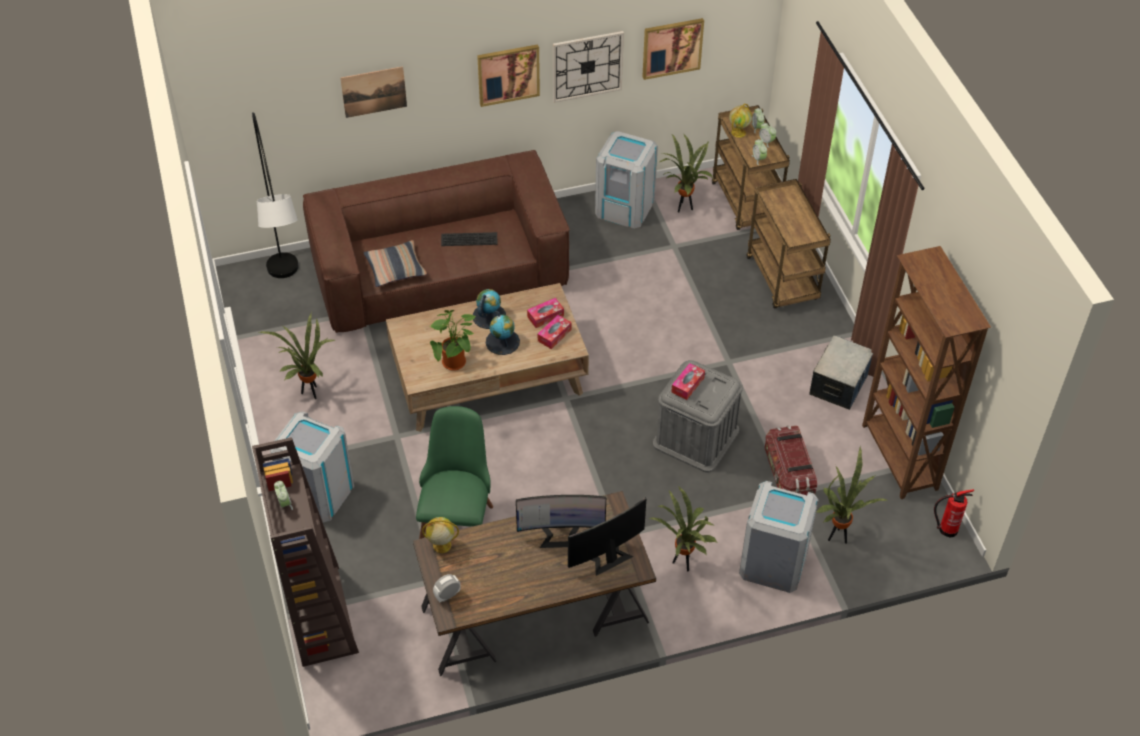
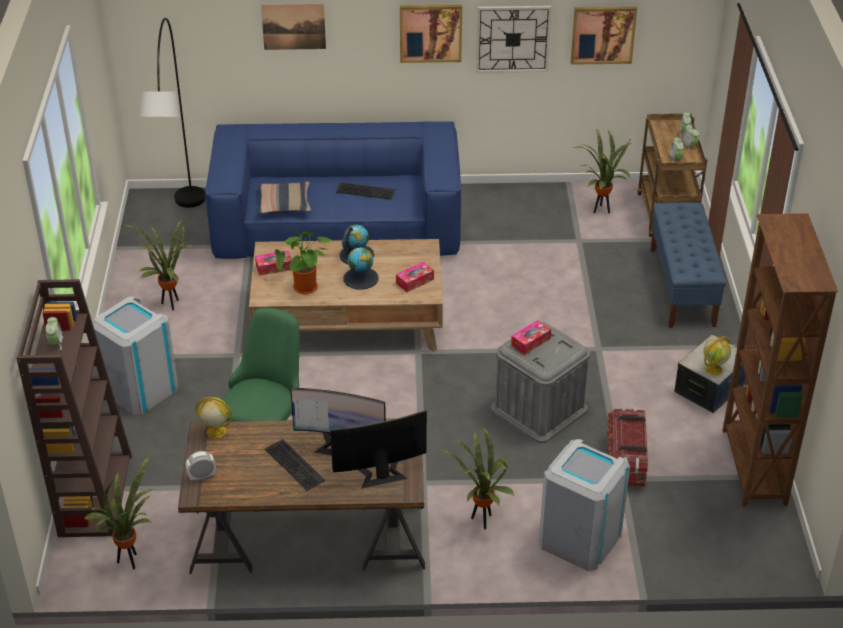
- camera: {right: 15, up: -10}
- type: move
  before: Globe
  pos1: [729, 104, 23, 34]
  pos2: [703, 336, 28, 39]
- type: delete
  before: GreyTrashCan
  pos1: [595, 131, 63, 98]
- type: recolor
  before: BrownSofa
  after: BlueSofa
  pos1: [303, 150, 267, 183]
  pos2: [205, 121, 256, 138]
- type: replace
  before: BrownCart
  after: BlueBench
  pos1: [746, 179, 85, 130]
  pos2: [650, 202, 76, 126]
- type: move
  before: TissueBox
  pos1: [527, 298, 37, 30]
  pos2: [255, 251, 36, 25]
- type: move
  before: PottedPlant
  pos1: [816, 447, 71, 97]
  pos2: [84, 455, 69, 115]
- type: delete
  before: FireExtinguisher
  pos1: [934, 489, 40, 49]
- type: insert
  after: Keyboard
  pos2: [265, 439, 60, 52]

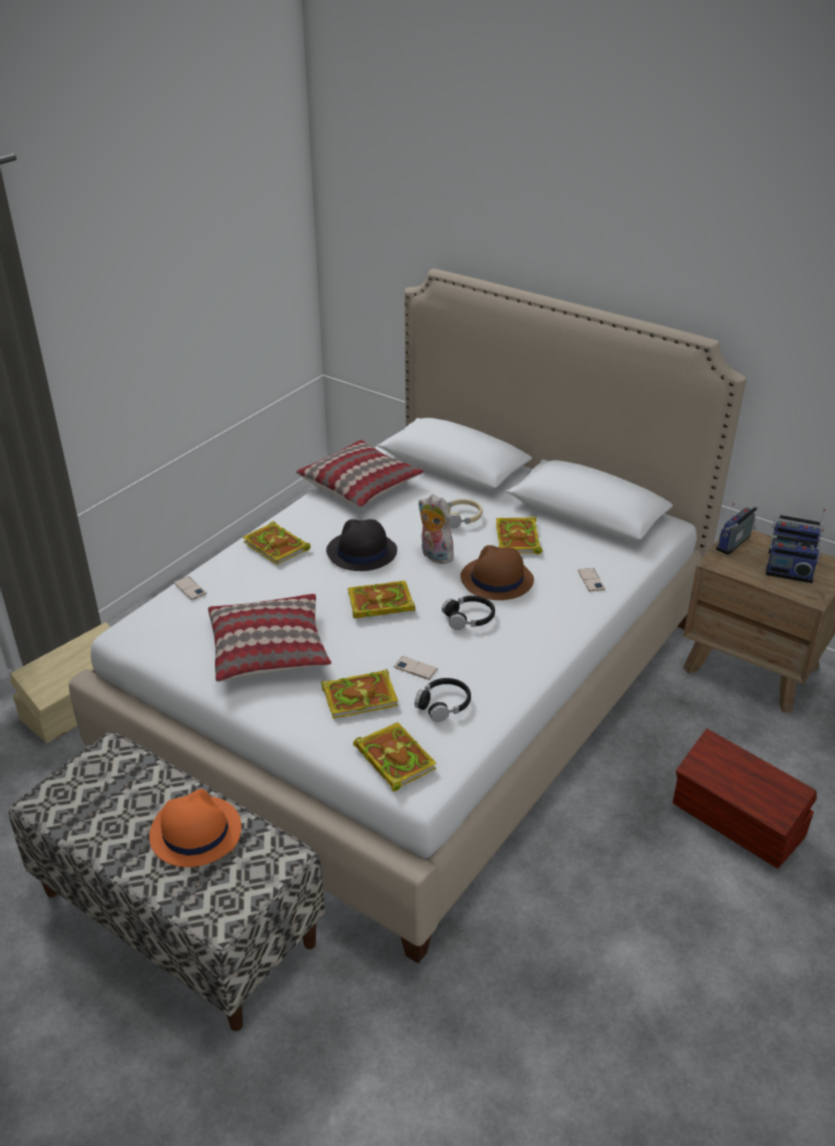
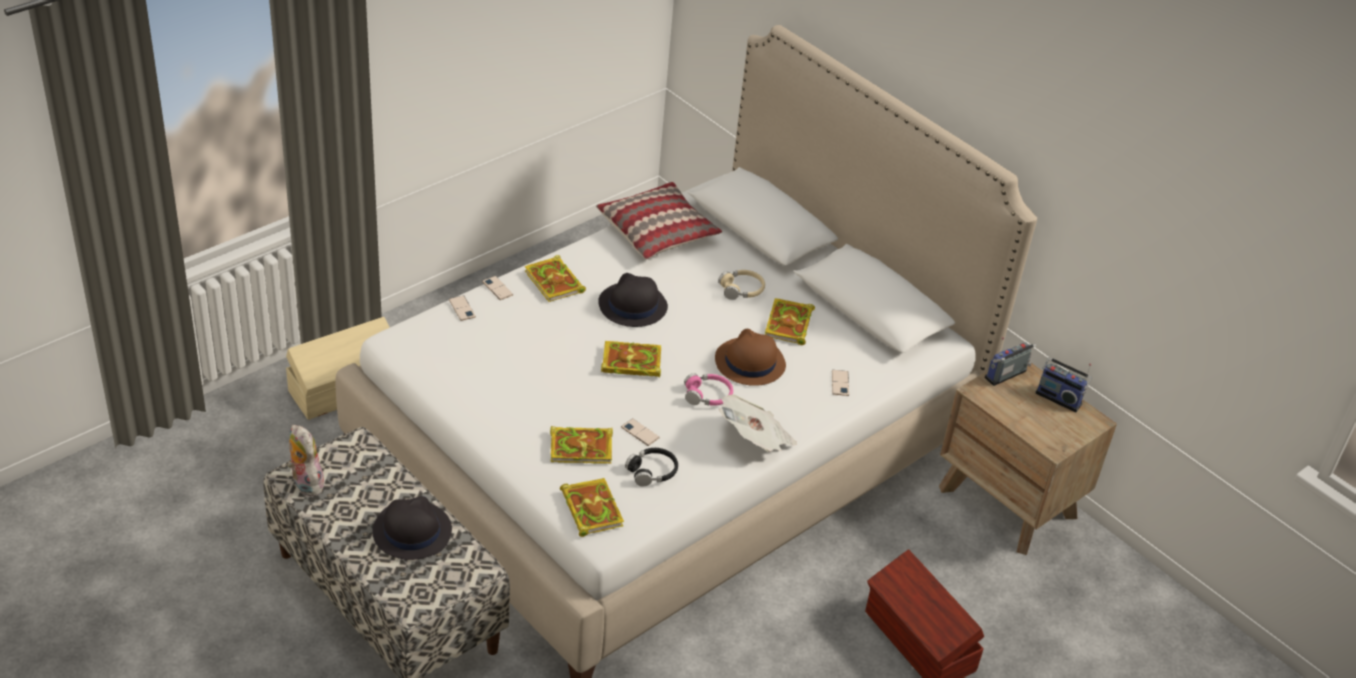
- camera: {right: 10, up: 5}
- type: move
  before: PlushToy
  pos1: [419, 494, 38, 70]
  pos2: [287, 425, 37, 71]
- type: delete
  before: Radio
  pos1: [765, 529, 59, 54]
- type: delete
  before: Pillow
  pos1: [208, 594, 123, 88]
- type: recolor
  before: BlackHeadphones
  after: PinkHeadphones
  pos1: [442, 596, 53, 34]
  pos2: [684, 373, 49, 33]
- type: recolor
  before: OrangeHat
  after: BlackHat
  pos1: [149, 789, 92, 78]
  pos2: [372, 496, 80, 64]
- type: insert
  after: Phone
  pos2: [482, 276, 31, 24]
- type: insert
  after: Newspaper
  pos2: [719, 395, 78, 57]

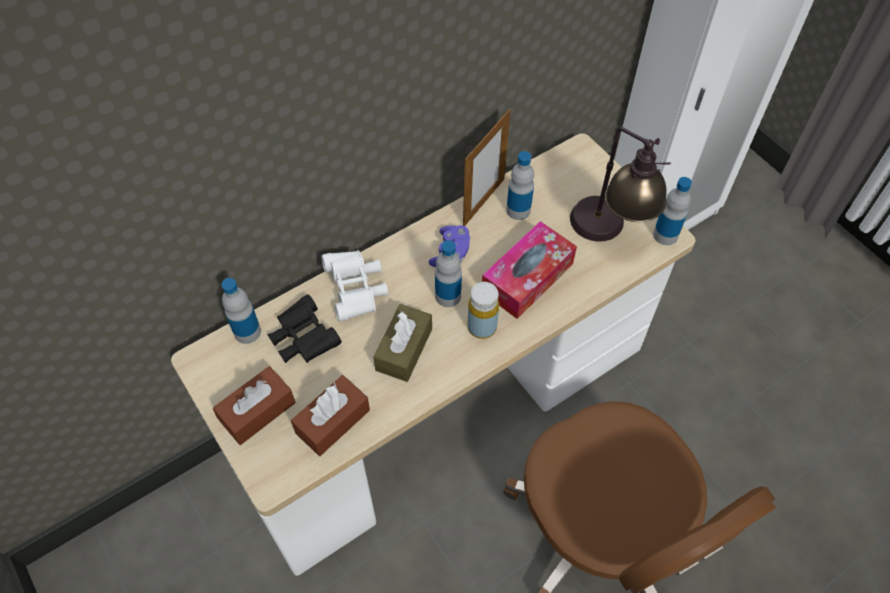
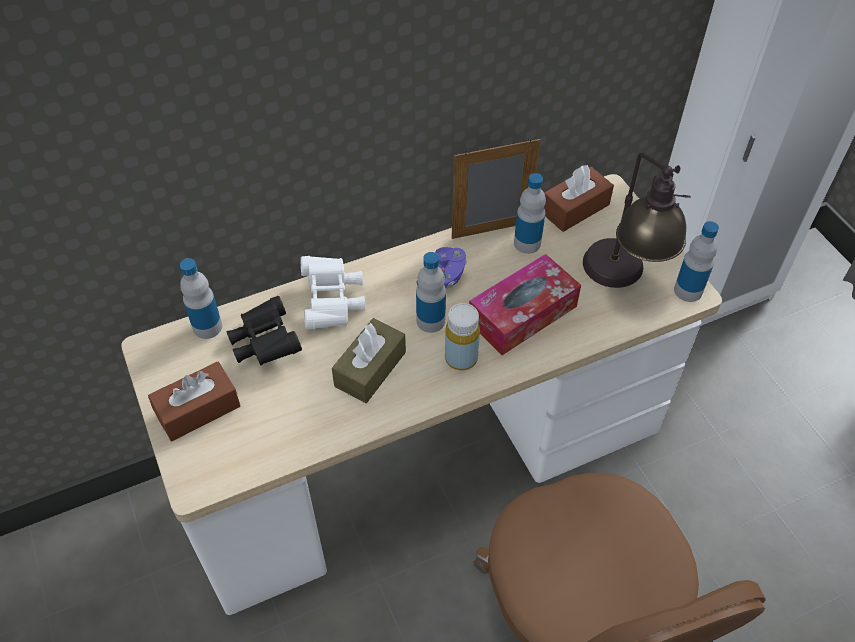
- camera: {right: 10, up: -5}
- type: rotate
  before: PictureFrame
  pos1: [463, 109, 48, 117]
  pos2: [452, 139, 88, 100]
  turn: -150
- type: move
  before: BrownTissueBox
  pos1: [291, 375, 79, 81]
  pos2: [544, 165, 70, 67]

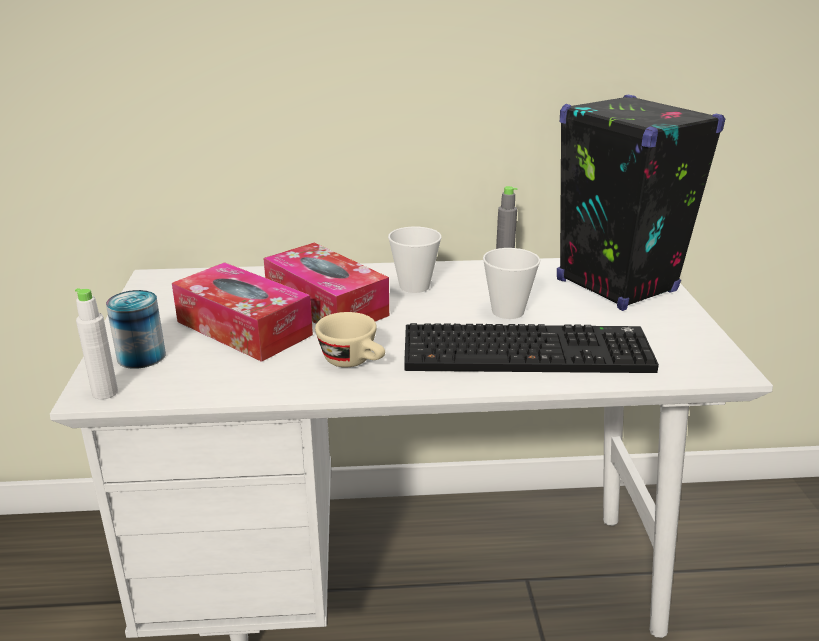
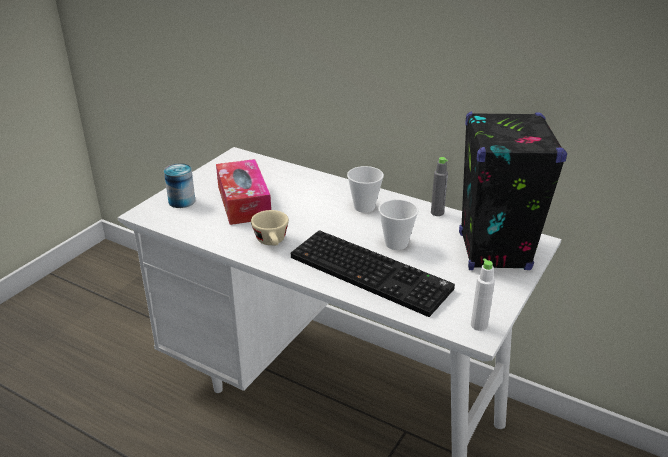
- camera: {right: 35, up: 5}
- type: delete
  before: TissueBox
  pos1: [263, 242, 126, 82]
- type: move
  before: WhiteBottle
  pos1: [75, 288, 43, 111]
  pos2: [471, 259, 24, 72]

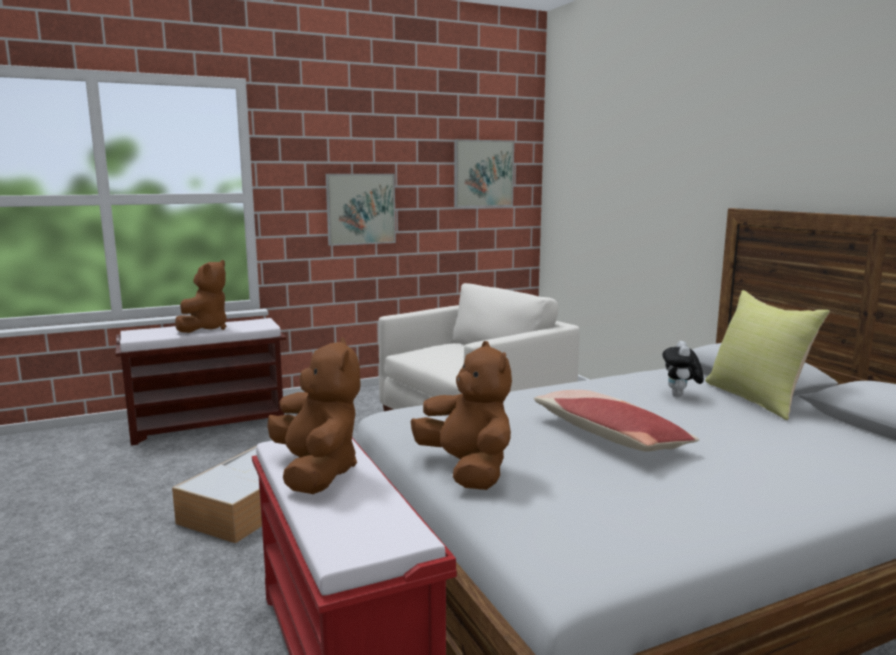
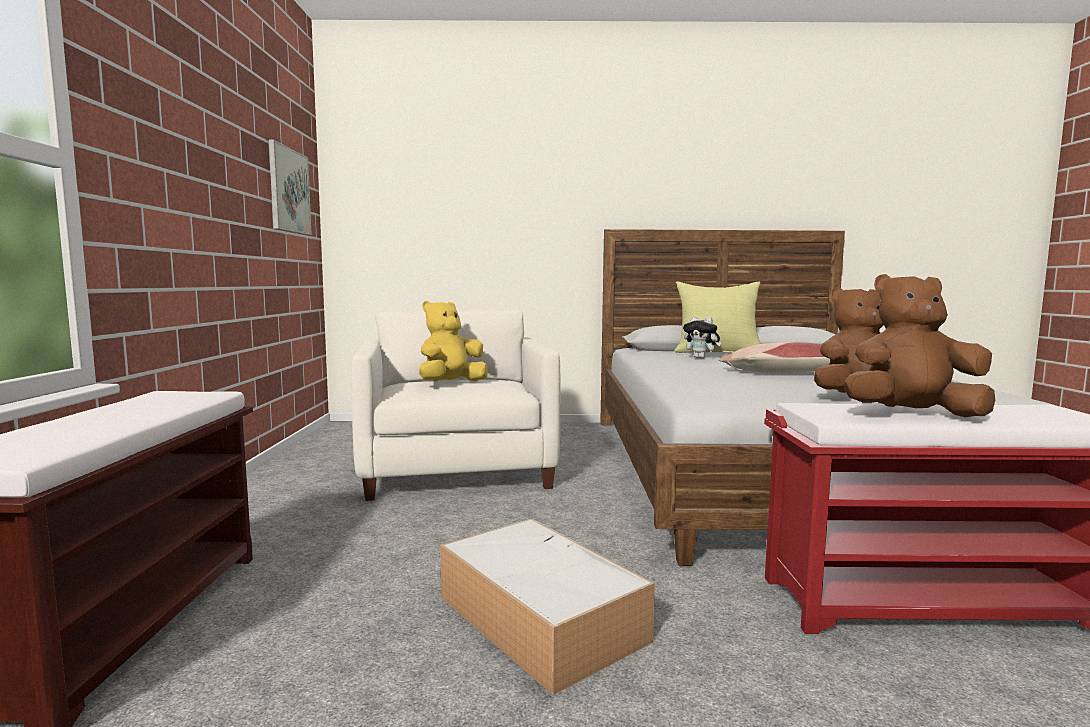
- camera: {right: -65, up: -5}
- type: delete
  before: Picture
  pos1: [326, 174, 70, 72]
- type: delete
  before: BrownPlushToy
  pos1: [175, 260, 51, 73]
- type: insert
  after: YellowPlushToy
  pos2: [419, 301, 69, 80]

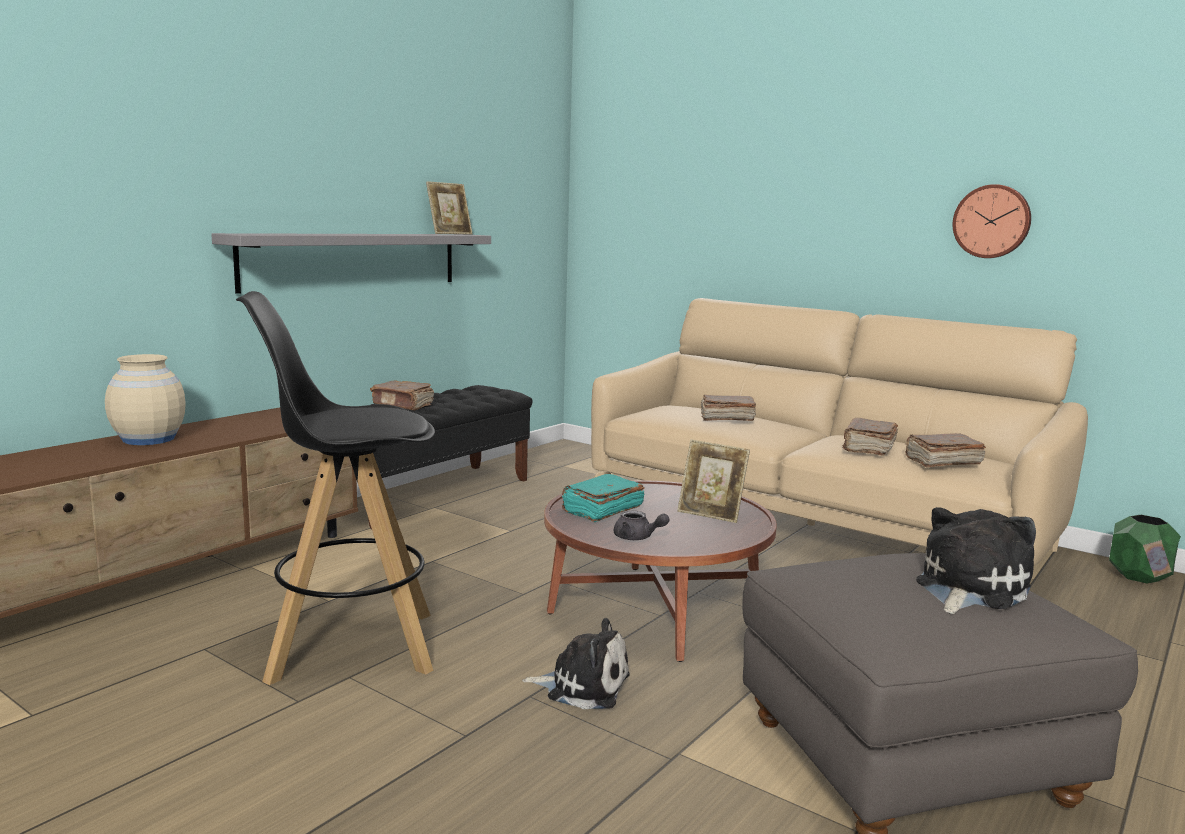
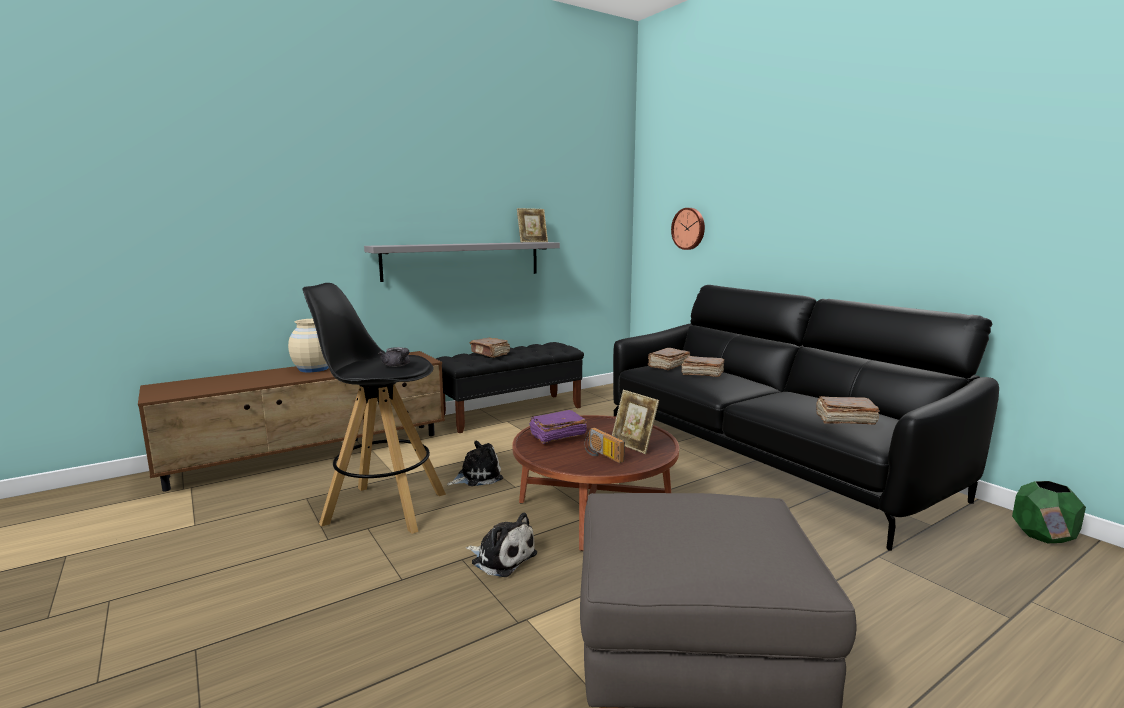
- camera: {right: 20, up: 0}
- type: move
  before: WallClock
  pos1: [953, 184, 78, 74]
  pos2: [671, 208, 34, 42]
- type: recolor
  before: BeigeSofa
  after: BlackSofa
  pos1: [591, 298, 497, 268]
  pos2: [613, 285, 386, 266]
- type: move
  before: BrownBook
  pos1: [842, 418, 56, 38]
  pos2: [648, 348, 42, 22]
- type: recolor
  before: TurquoiseBook
  after: PurpleBook
  pos1: [561, 474, 84, 48]
  pos2: [529, 410, 58, 34]
- type: move
  before: PlushToy
  pos1: [916, 507, 120, 107]
  pos2: [447, 441, 56, 45]
- type: move
  before: GreyTeapot
  pos1: [614, 510, 55, 30]
  pos2: [378, 347, 32, 20]
- type: insert
  after: Radio
  pos2: [585, 428, 40, 35]

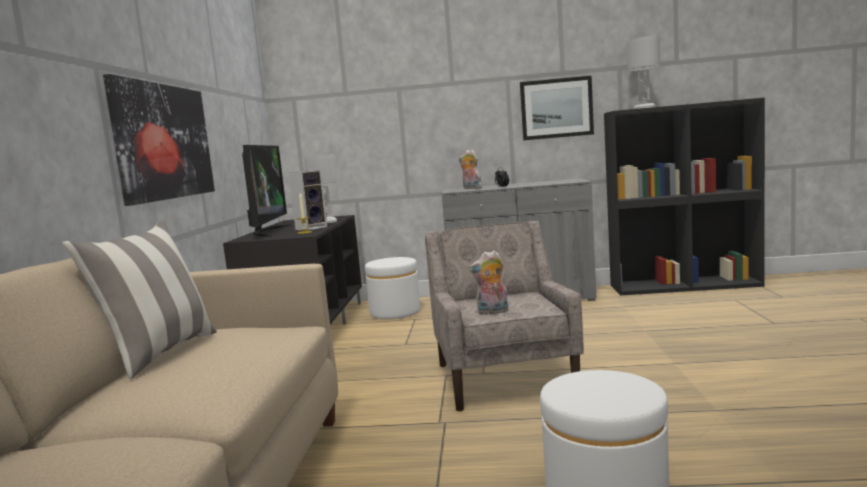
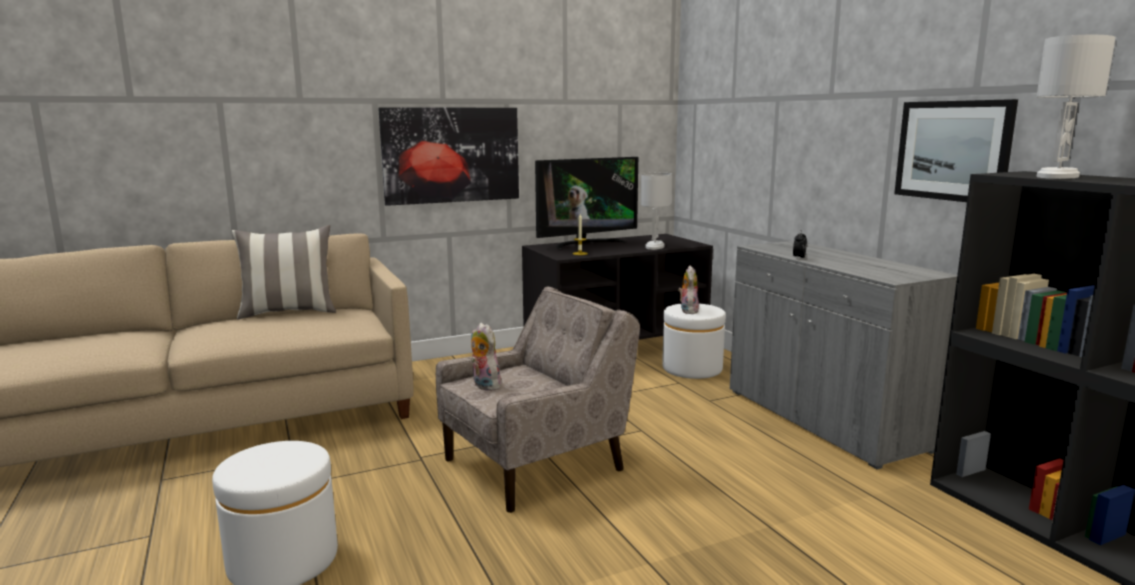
- camera: {right: 60, up: 5}
- type: move
  before: PlushToy
  pos1: [459, 149, 25, 40]
  pos2: [678, 265, 21, 49]
- type: delete
  before: Speaker
  pos1: [289, 170, 38, 61]

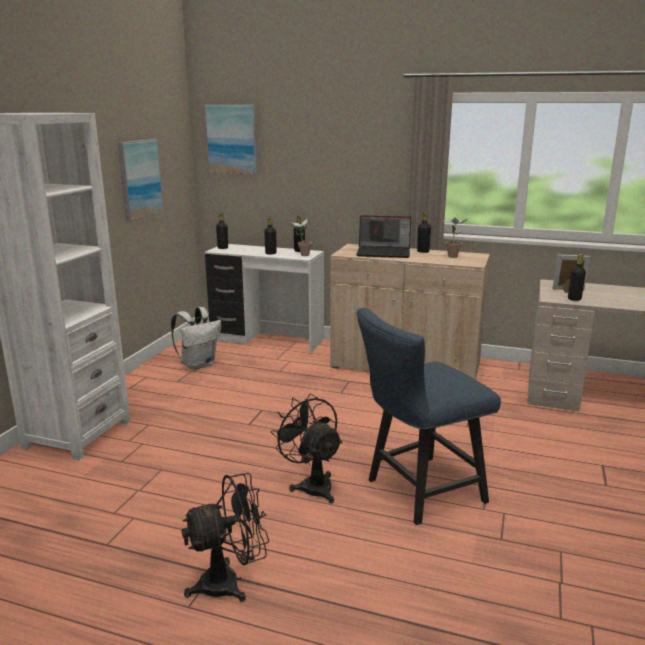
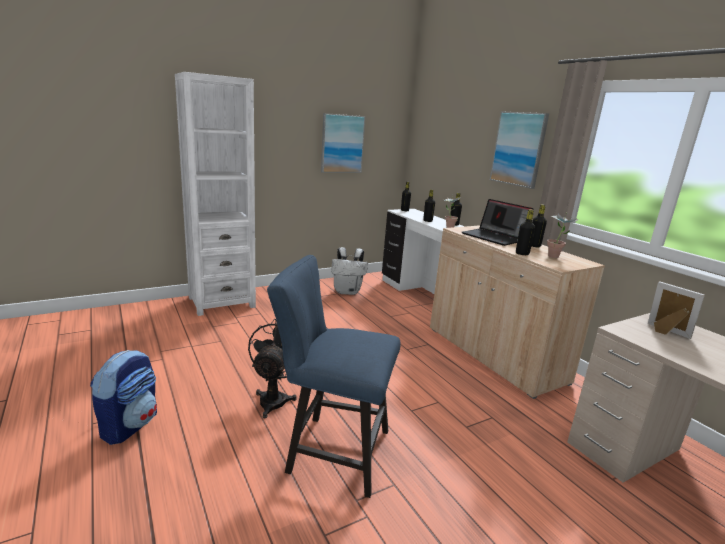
- camera: {right: 40, up: 0}
- type: move
  before: Picture
  pos1: [204, 104, 54, 71]
  pos2: [490, 111, 59, 78]
- type: move
  before: BlackBottle
  pos1: [568, 254, 18, 47]
  pos2: [516, 209, 19, 46]
- type: replace
  before: BlackFan
  after: Backpack
  pos1: [181, 473, 88, 129]
  pos2: [90, 350, 67, 95]

